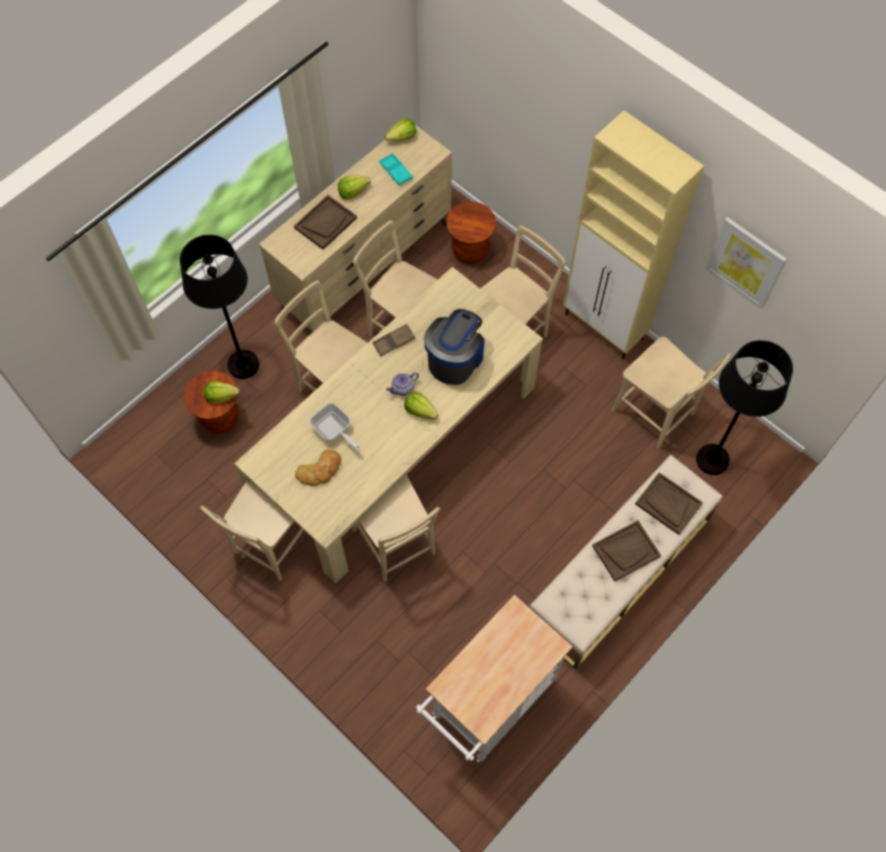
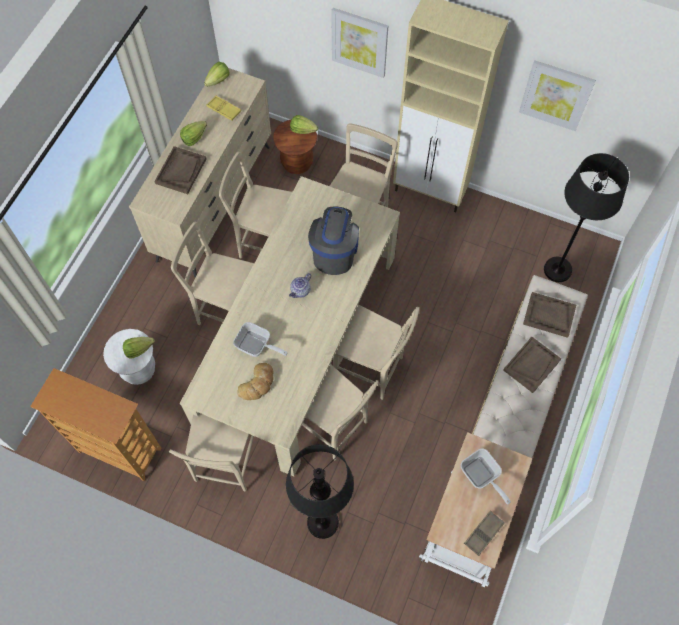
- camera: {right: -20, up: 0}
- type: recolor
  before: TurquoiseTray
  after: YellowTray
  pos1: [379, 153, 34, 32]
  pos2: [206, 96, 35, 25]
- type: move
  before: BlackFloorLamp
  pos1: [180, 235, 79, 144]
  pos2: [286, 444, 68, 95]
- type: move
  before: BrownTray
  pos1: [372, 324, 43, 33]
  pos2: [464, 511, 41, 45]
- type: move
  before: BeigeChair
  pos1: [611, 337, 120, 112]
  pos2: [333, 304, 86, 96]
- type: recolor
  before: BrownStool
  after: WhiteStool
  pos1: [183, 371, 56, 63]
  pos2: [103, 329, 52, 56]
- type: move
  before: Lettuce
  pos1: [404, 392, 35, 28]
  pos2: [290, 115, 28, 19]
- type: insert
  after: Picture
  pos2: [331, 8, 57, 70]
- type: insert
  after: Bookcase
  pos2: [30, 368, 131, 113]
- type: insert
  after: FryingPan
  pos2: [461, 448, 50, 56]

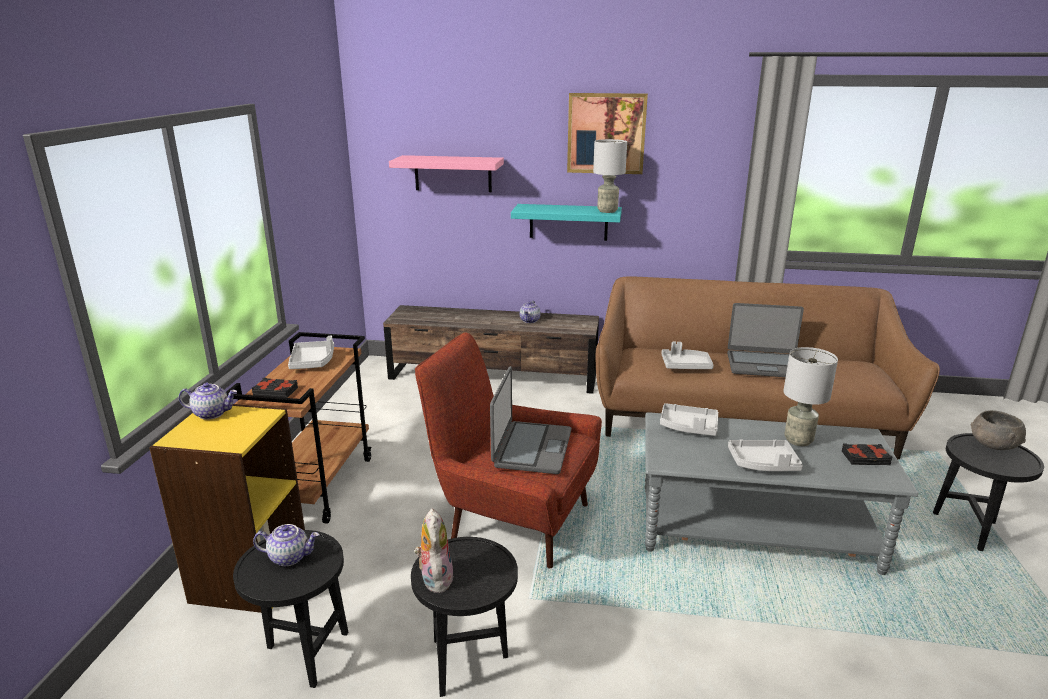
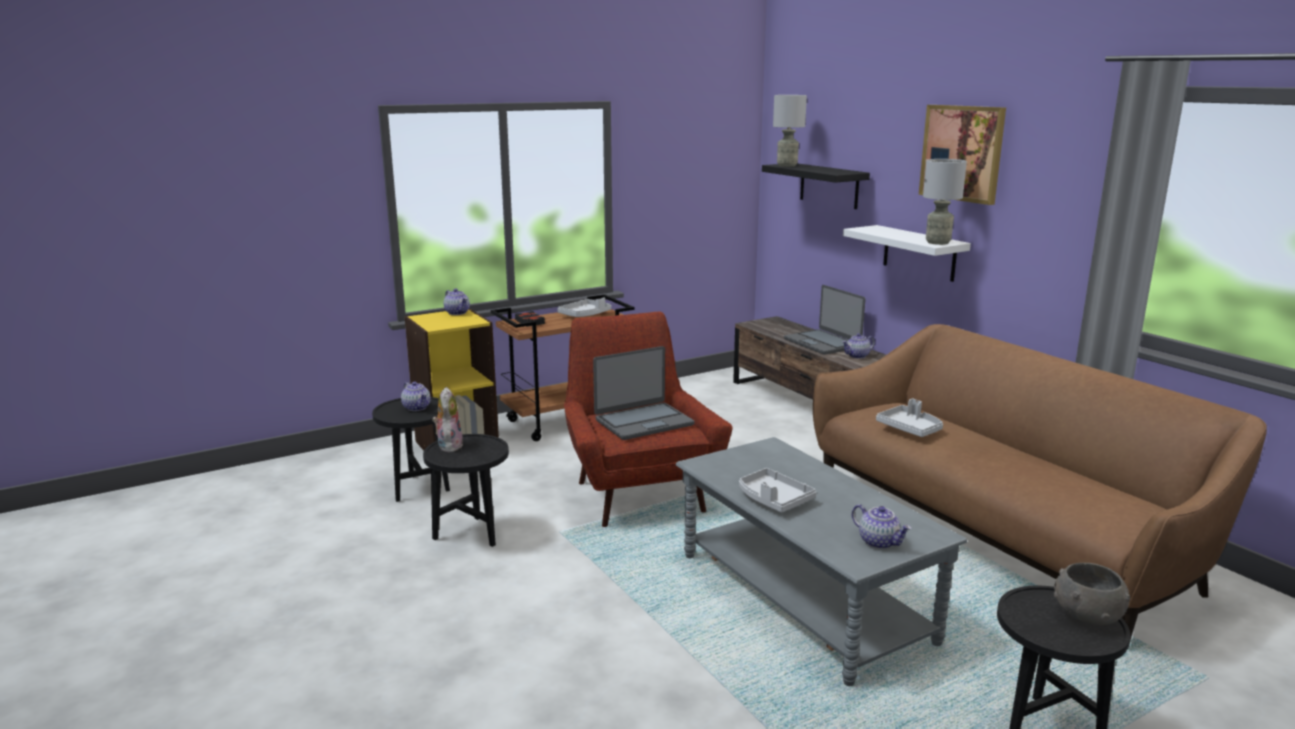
- camera: {right: 50, up: -5}
- type: recolor
  before: PinkShelf
  after: BlackShelf
  pos1: [389, 155, 115, 37]
  pos2: [762, 163, 108, 46]
- type: recolor
  before: TurquoiseShelf
  after: WhiteShelf
  pos1: [511, 204, 111, 37]
  pos2: [843, 225, 128, 57]
- type: move
  before: Laptop
  pos1: [727, 303, 77, 74]
  pos2: [784, 285, 82, 70]
- type: move
  before: GreyTableLamp
  pos1: [783, 347, 55, 99]
  pos2: [773, 95, 34, 72]
- type: delete
  before: GreyTray
  pos1: [660, 403, 58, 33]
- type: replace
  before: BlackBook
  after: Teapot
  pos1: [842, 444, 51, 21]
  pos2: [852, 504, 60, 45]
- type: rotate
  before: PlushToy
  pos1: [414, 508, 40, 85]
  pos2: [432, 387, 31, 65]
  turn: -45

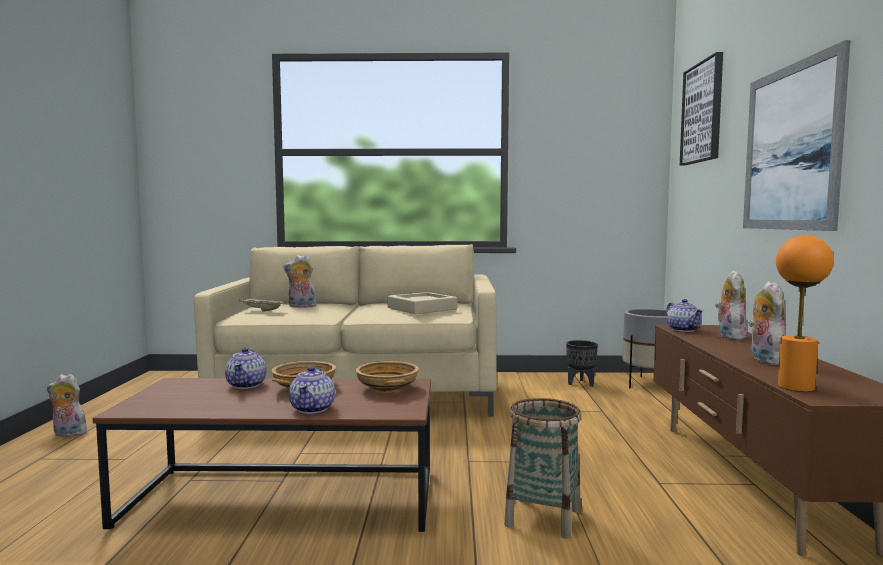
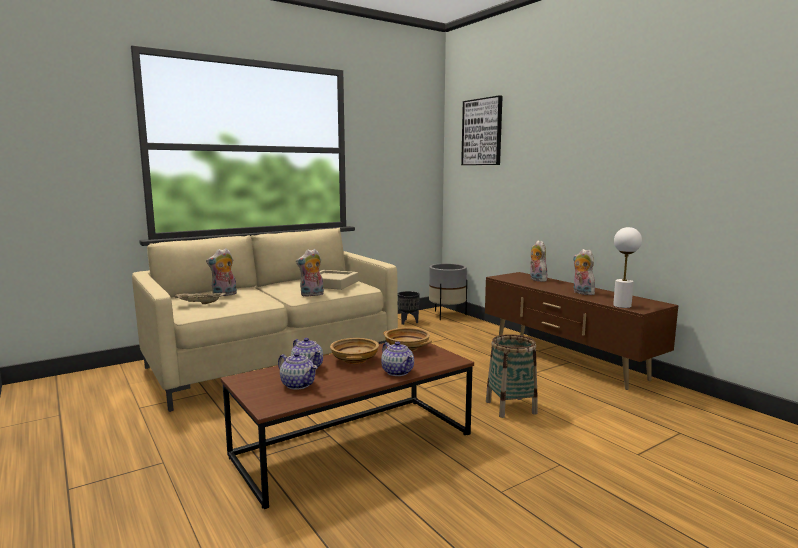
- camera: {right: -35, up: 5}
- type: delete
  before: Picture
  pos1: [743, 40, 108, 191]
- type: recolor
  before: OrangeTableLamp
  after: WhiteTableLamp
  pos1: [776, 235, 58, 157]
  pos2: [613, 227, 29, 81]
- type: move
  before: Teapot
  pos1: [666, 299, 38, 33]
  pos2: [278, 352, 39, 38]
- type: move
  before: PlushToy
  pos1: [47, 374, 40, 63]
  pos2: [296, 249, 28, 48]

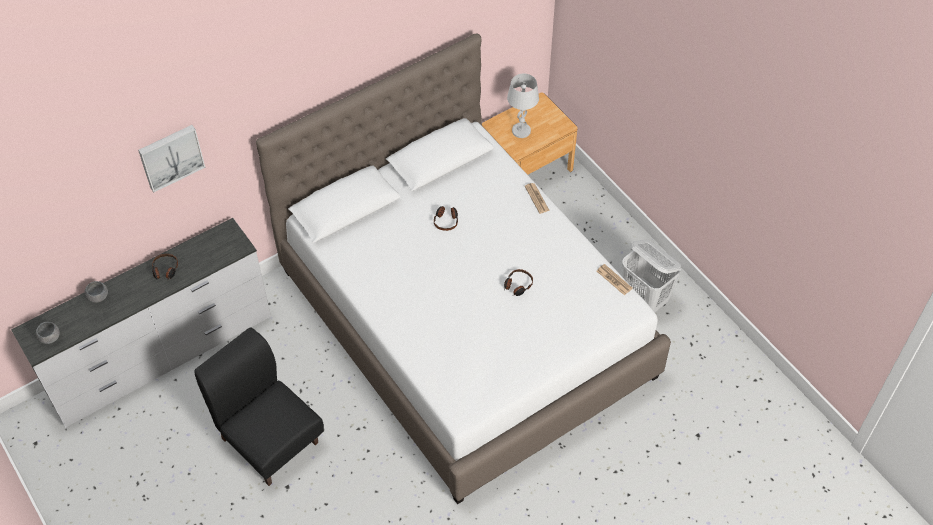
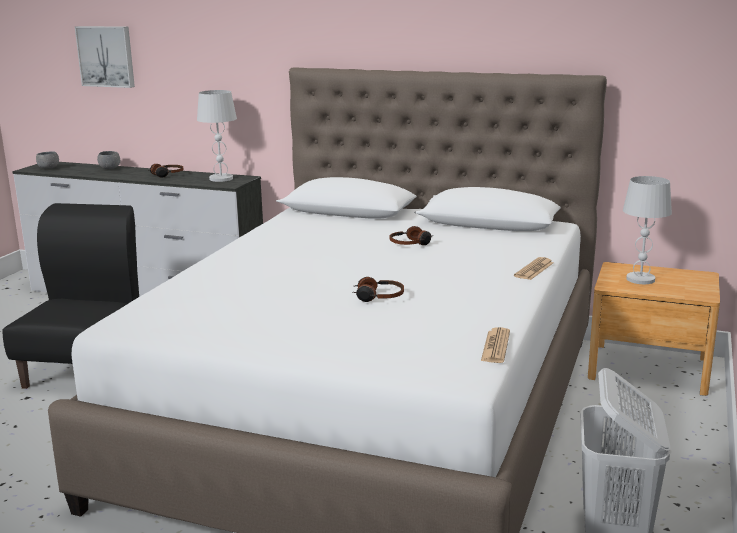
- camera: {right: 55, up: -35}
- type: move
  before: Picture
  pos1: [138, 125, 67, 68]
  pos2: [75, 26, 60, 62]
- type: insert
  after: WhiteTableLamp
  pos2: [197, 90, 40, 92]

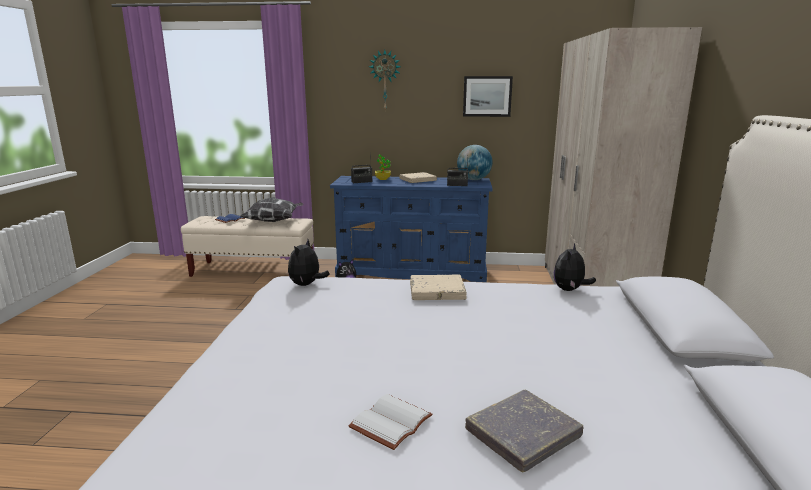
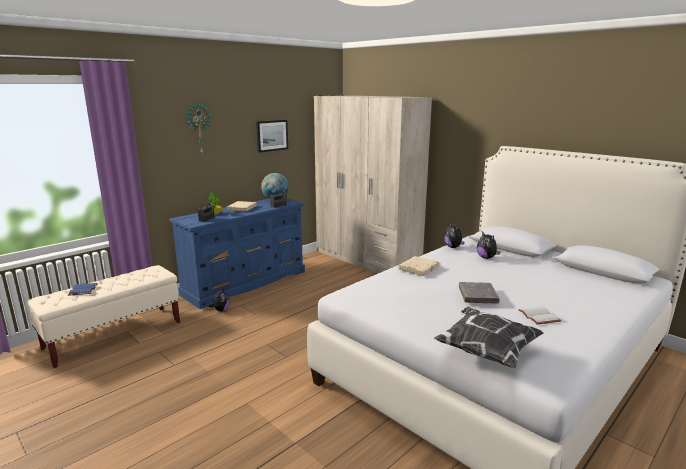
- camera: {right: -50, up: 0}
- type: move
  before: Pillow
  pos1: [241, 198, 62, 24]
  pos2: [434, 307, 109, 61]
- type: move
  before: PlushToy
  pos1: [288, 240, 41, 46]
  pos2: [477, 232, 23, 27]
- type: move
  before: GreyBook
  pos1: [465, 390, 119, 82]
  pos2: [459, 282, 41, 21]

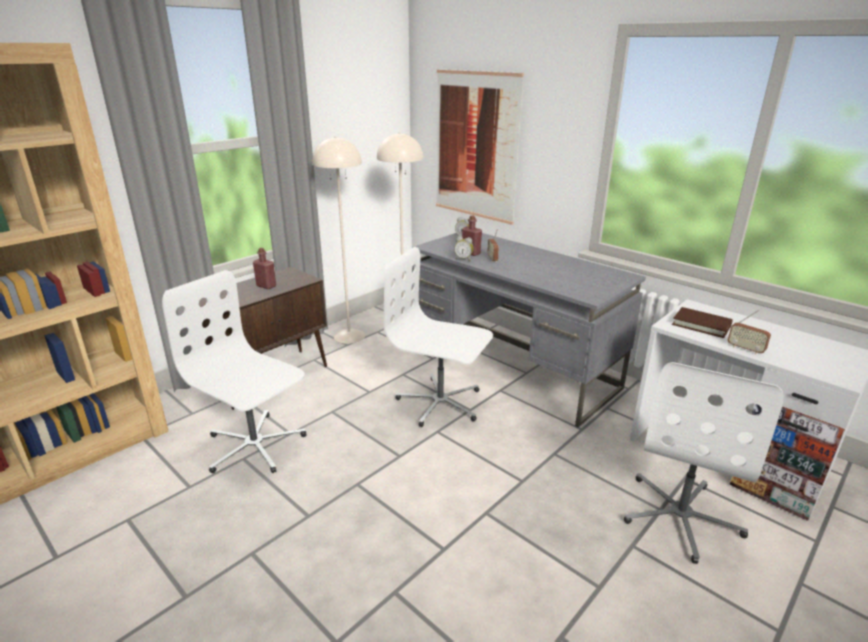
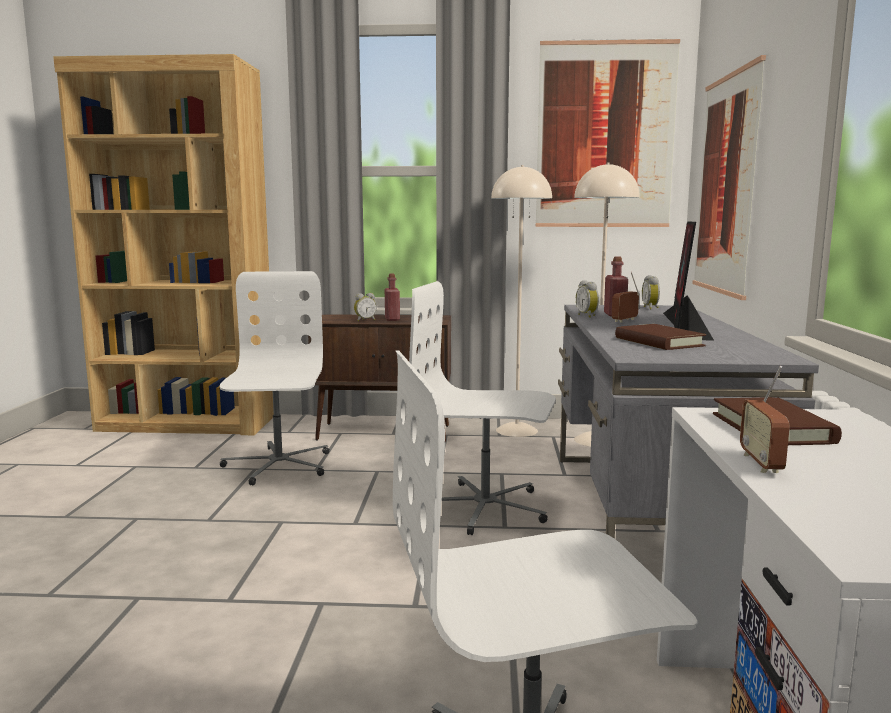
- camera: {right: 50, up: -15}
- type: rotate
  before: WhiteOfficeChair
  pos1: [384, 247, 109, 180]
  pos2: [409, 281, 147, 254]
  turn: -60
- type: insert
  after: Picture
  pos2: [536, 39, 144, 188]
- type: insert
  after: Monitor
  pos2: [663, 221, 51, 120]
- type: insert
  after: AlarmClock
  pos2: [354, 293, 23, 28]
- type: insert
  after: BrownBook
  pos2: [615, 324, 91, 26]

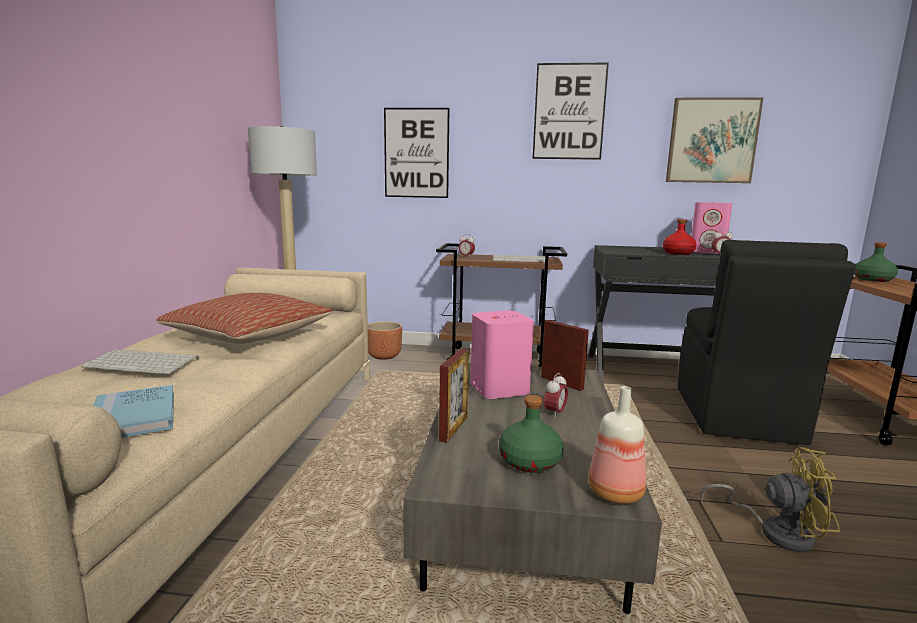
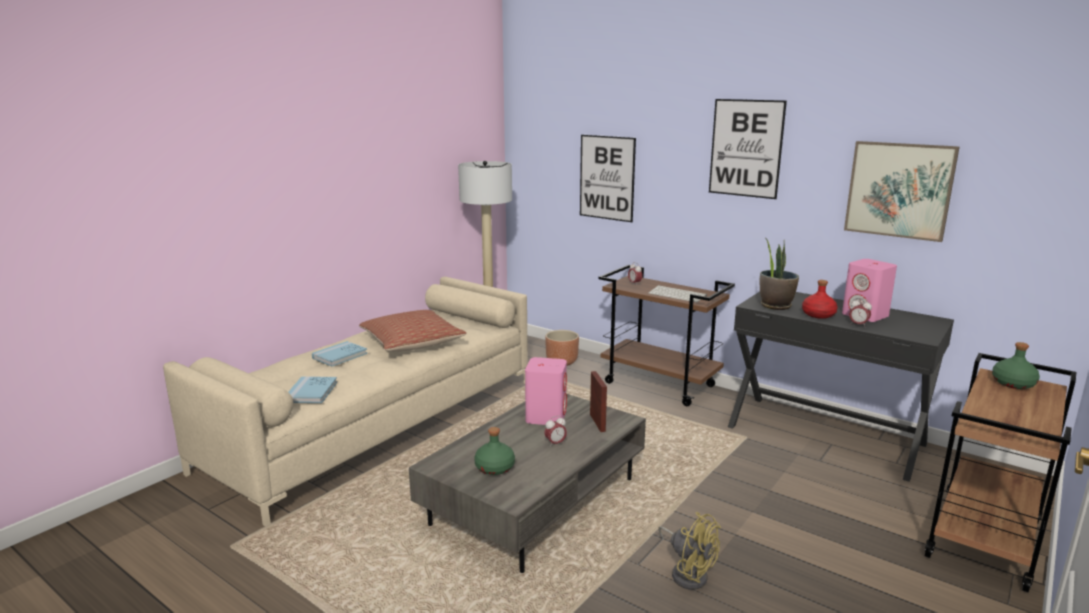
- camera: {right: 30, up: 5}
- type: delete
  before: BlackChair
  pos1: [678, 240, 178, 205]
- type: delete
  before: PictureFrame
  pos1: [439, 348, 30, 95]
- type: replace
  before: Keyboard
  after: BlueBook
  pos1: [81, 349, 118, 25]
  pos2: [312, 341, 56, 26]
- type: delete
  before: Bottle
  pos1: [588, 386, 58, 118]
- type: insert
  after: PottedPlant
  pos2: [760, 238, 39, 72]

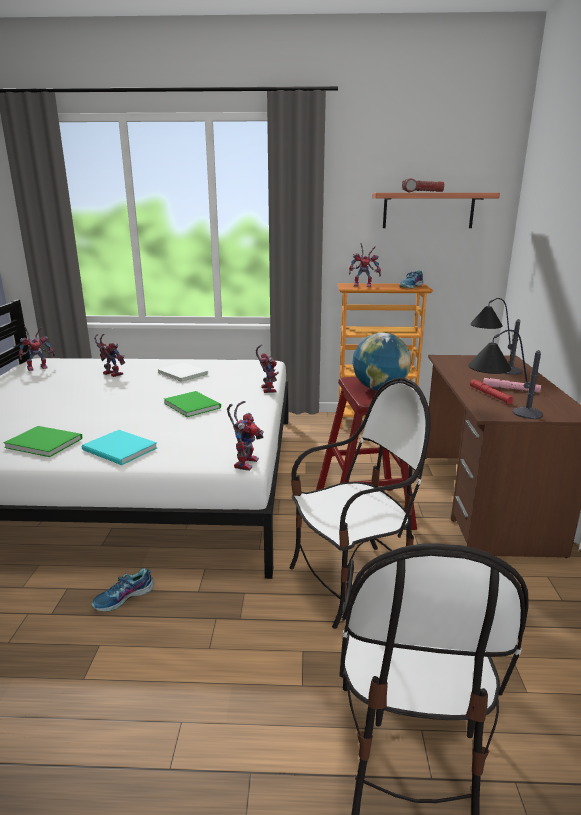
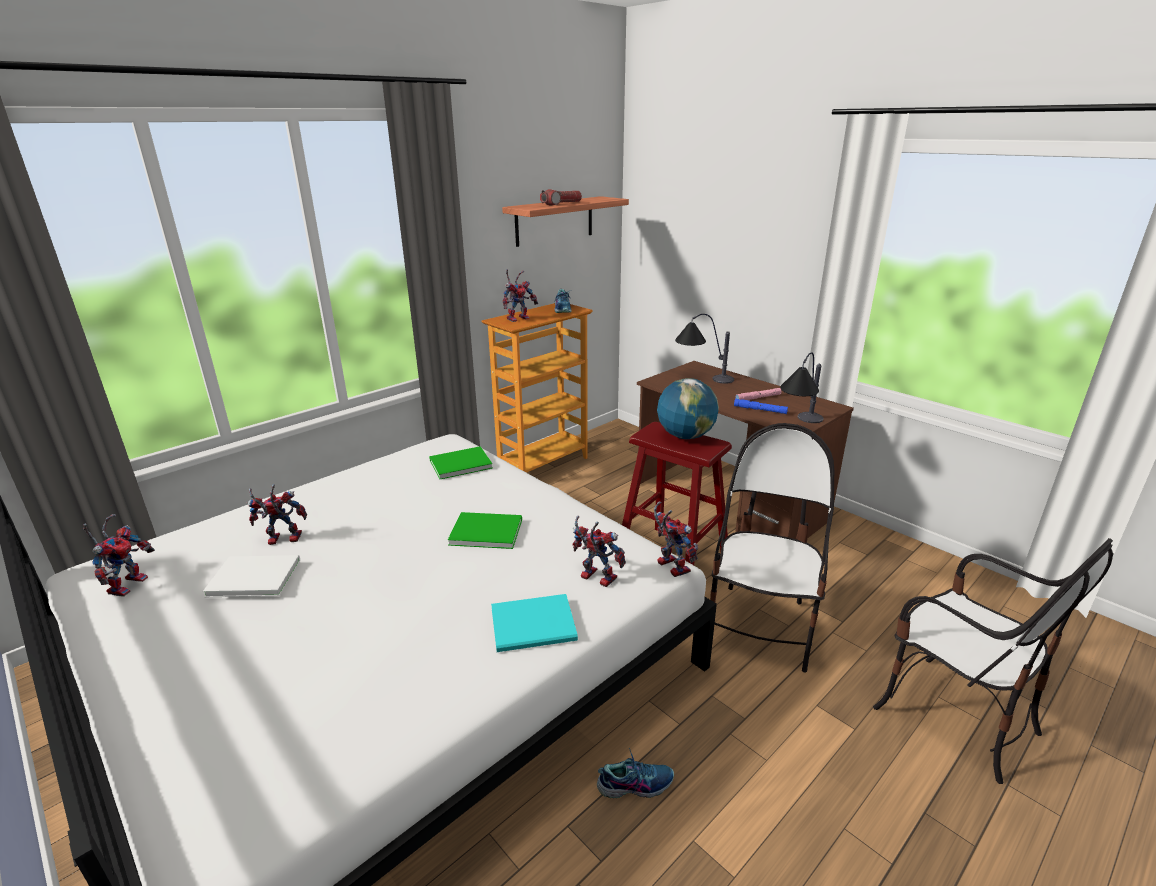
- camera: {right: -45, up: 5}
- type: move
  before: ToyRobot
  pos1: [256, 344, 23, 49]
  pos2: [572, 516, 54, 71]
- type: move
  before: WhiteBook
  pos1: [157, 363, 51, 19]
  pos2: [203, 555, 97, 42]
- type: recolor
  before: RedFlashlight
  after: BlueFlashlight
  pos1: [470, 379, 44, 25]
  pos2: [734, 399, 54, 15]
- type: move
  before: GreenBook
  pos1: [3, 426, 80, 31]
  pos2: [429, 446, 64, 33]
- type: rotate
  before: Shoe
  pos1: [91, 568, 63, 44]
  pos2: [597, 748, 77, 50]
  turn: -105

